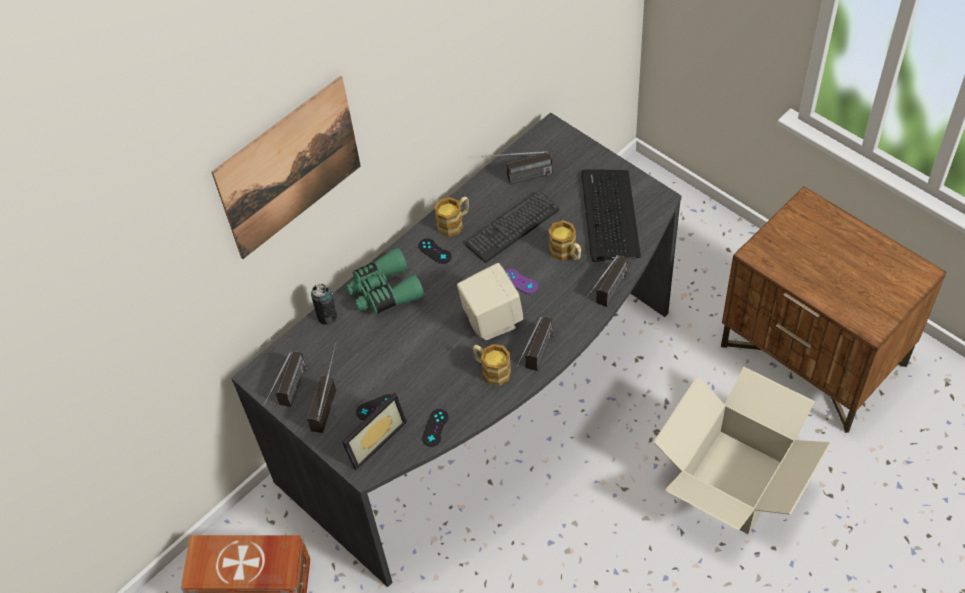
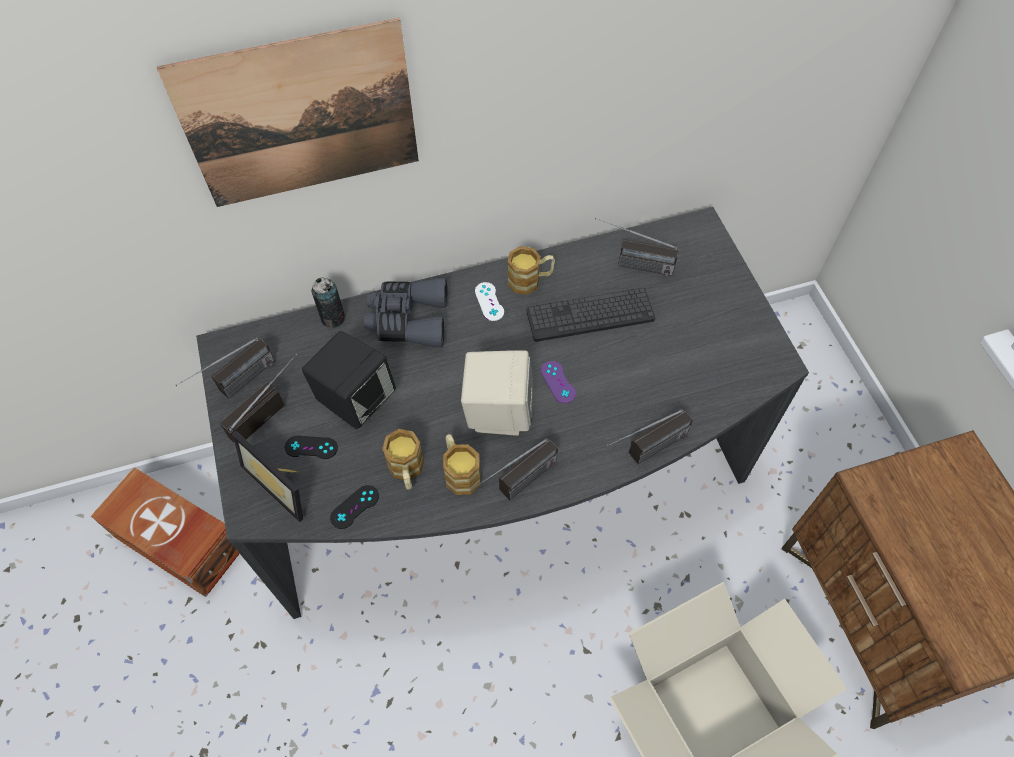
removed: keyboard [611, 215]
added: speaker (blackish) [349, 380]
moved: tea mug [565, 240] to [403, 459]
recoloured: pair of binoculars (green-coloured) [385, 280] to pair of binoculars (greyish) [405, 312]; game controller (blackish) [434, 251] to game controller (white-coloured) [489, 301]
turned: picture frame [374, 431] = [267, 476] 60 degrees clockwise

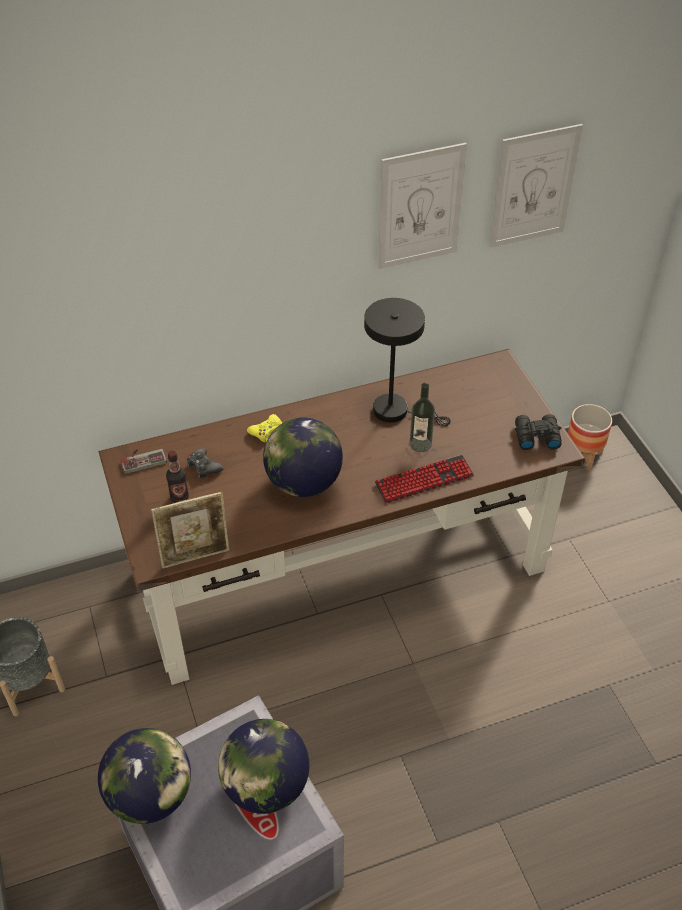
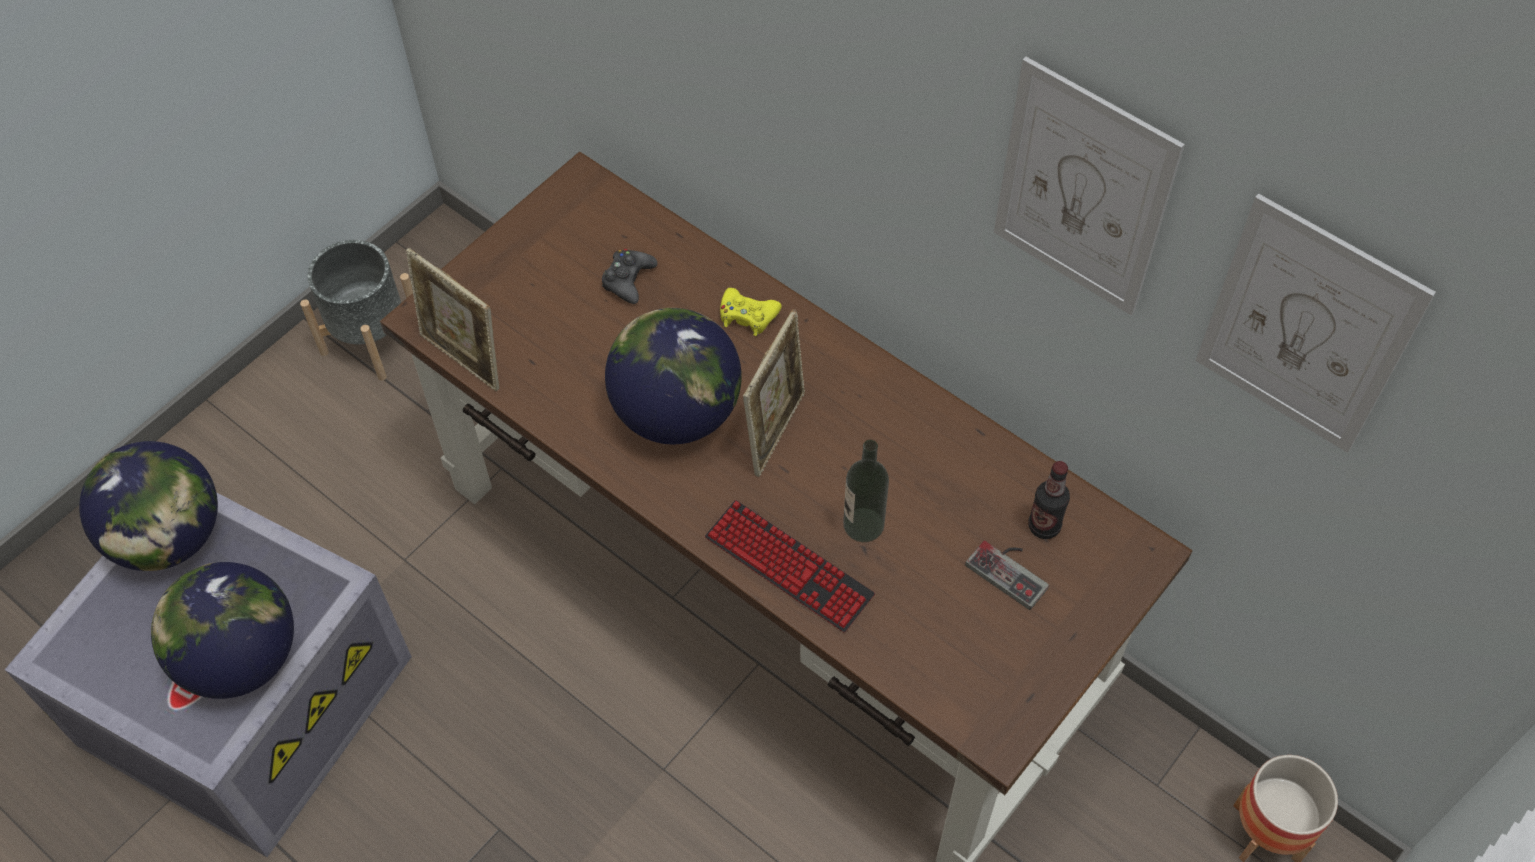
removed: table lamp (blackish) [407, 362]; pair of binoculars (blackish) [538, 432]
added: picture frame [774, 393]
moved: game controller [144, 461] to [1007, 575]; bottle [177, 477] to [1049, 500]

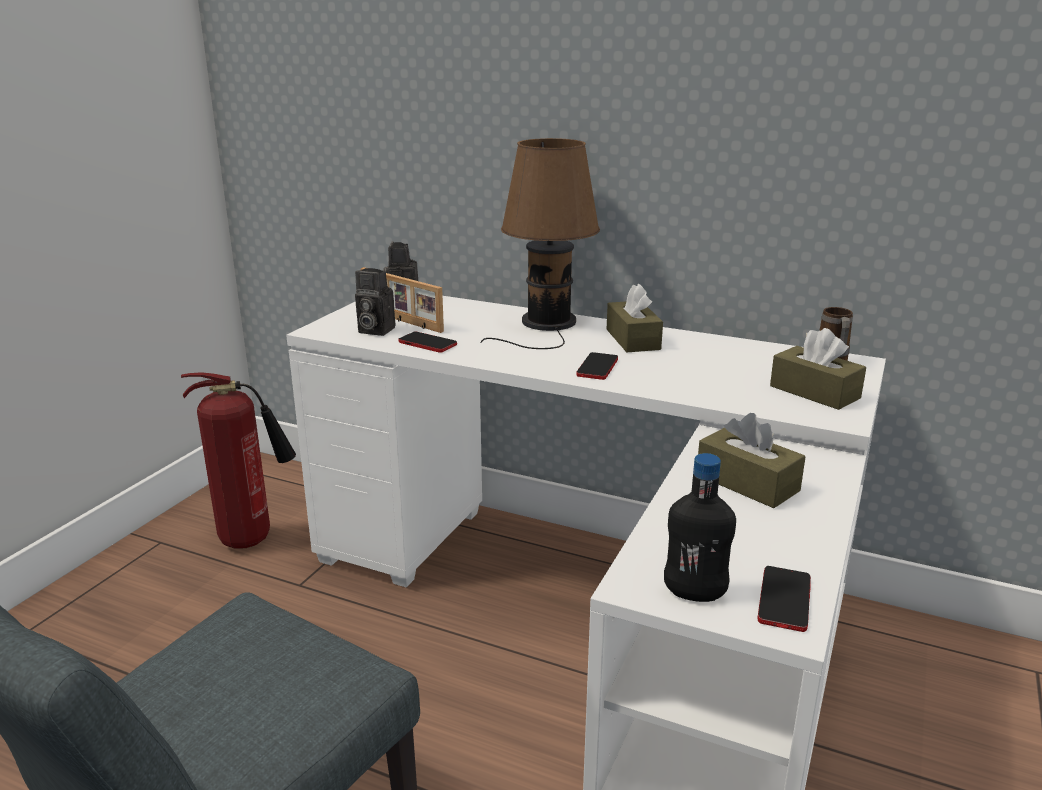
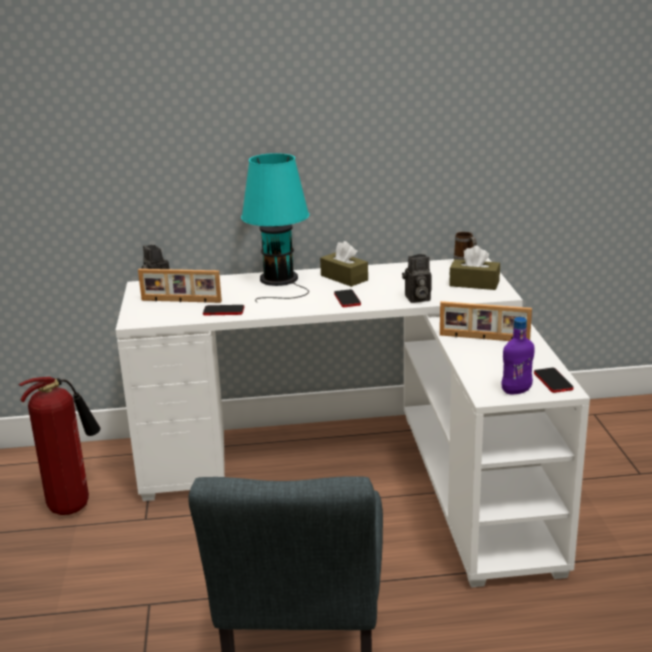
moved: still camera [375, 302] to [417, 278]
replaced: tissue box (brown) [752, 460] to picture frame [486, 321]
recoloured: table lamp (brown) [540, 243] to table lamp (blue-green) [275, 227]; bottle (blackish) [700, 527] to bottle (purplish) [518, 355]

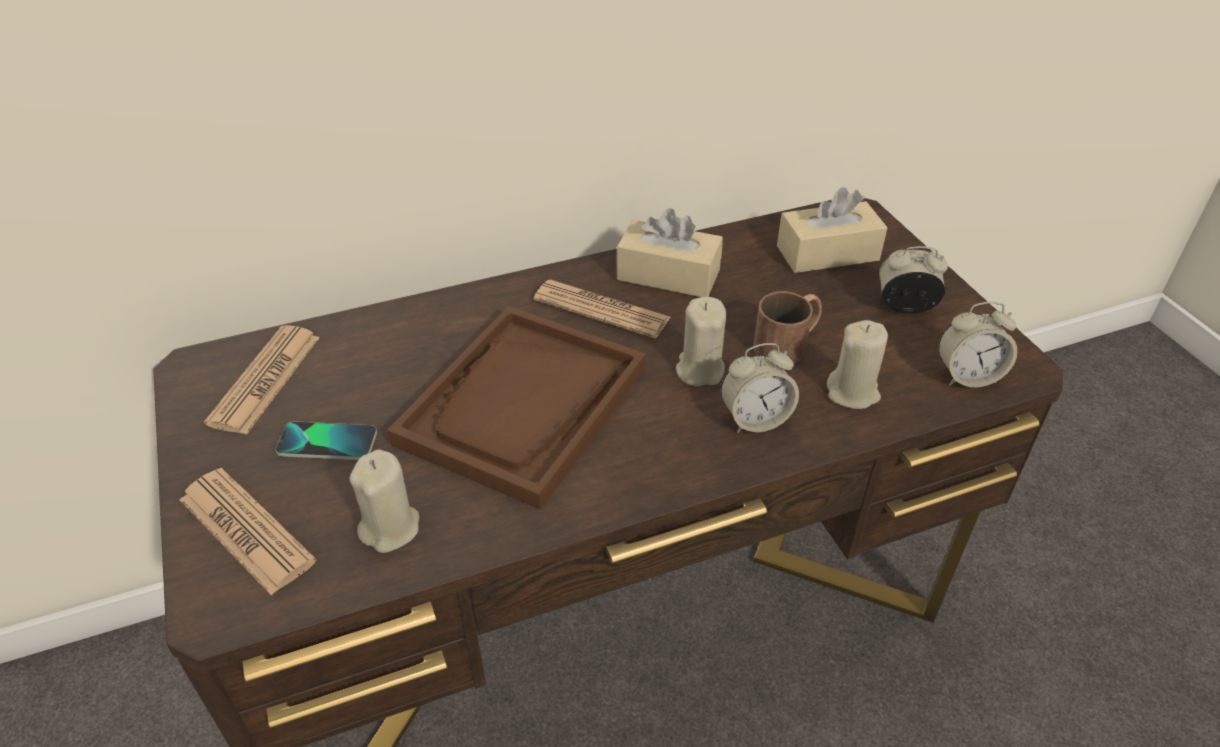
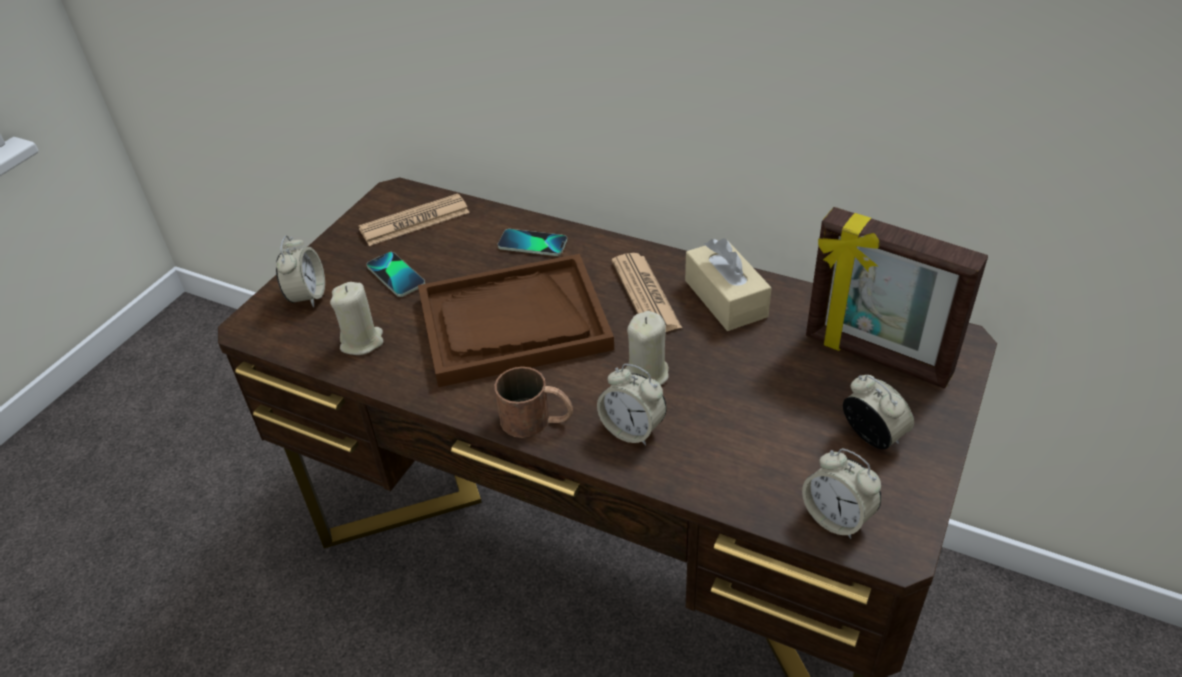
removed: wax candle (beige-coloured) [857, 364]
added: phone [532, 242]
moved: tea mug (brown) [787, 327] to [534, 402]
replaced: printed paper [248, 531] to bedside clock [300, 271]; tissue box (beige-coloured) [832, 230] to picture frame [897, 297]

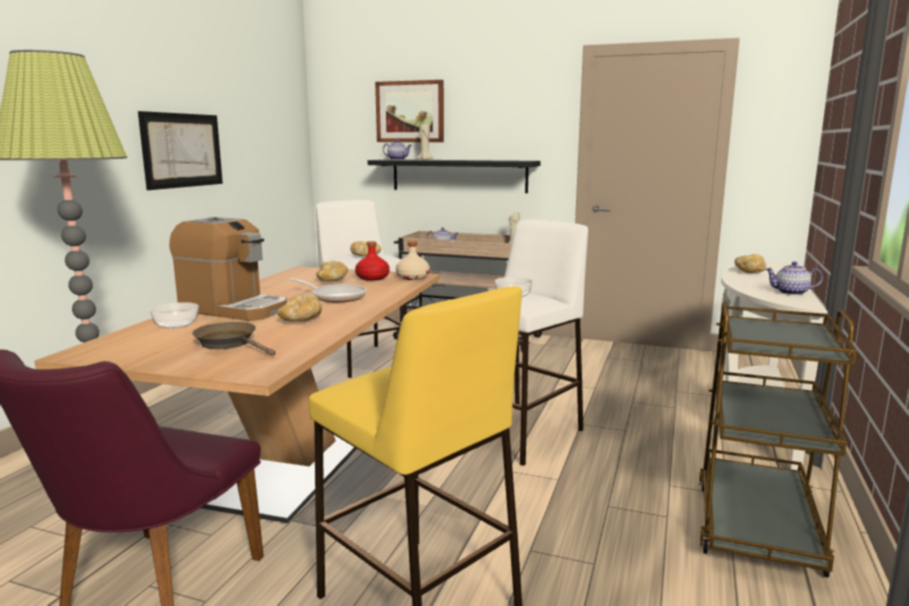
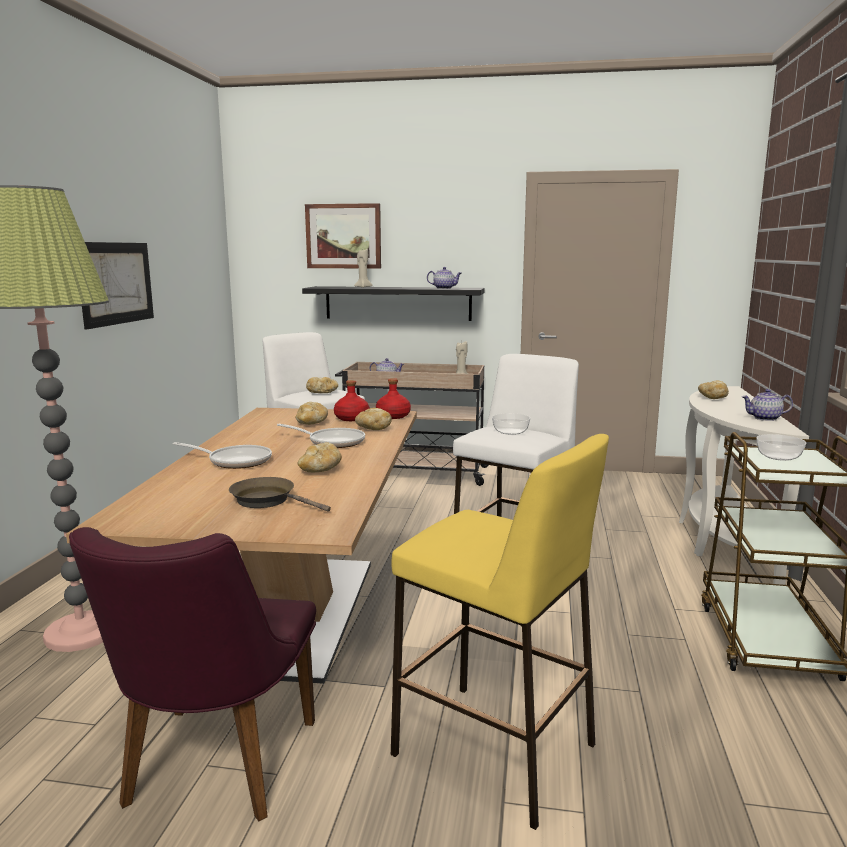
added: bakery bread [373, 419]
moved: serving bowl [174, 315] to [781, 447]; pot for tea [397, 150] to [444, 278]
replaced: coffee brewer [228, 269] to frying pan [222, 455]
recoloured: bottle (beige-coloured) [413, 260] to bottle (red-coloured) [393, 398]

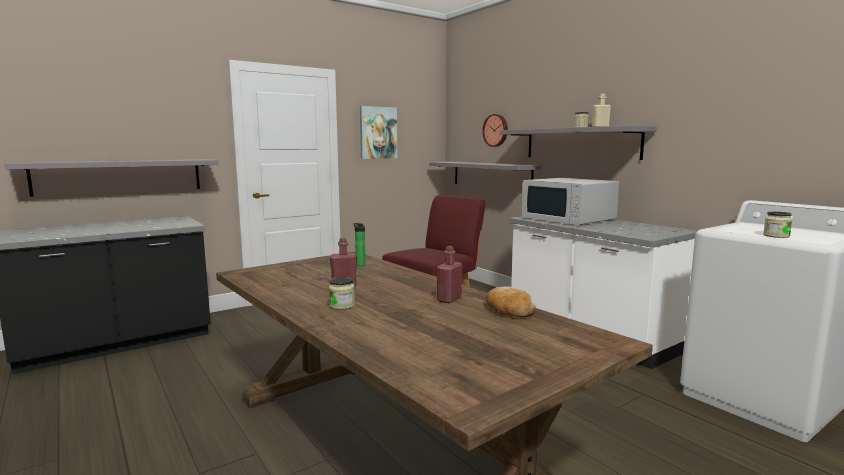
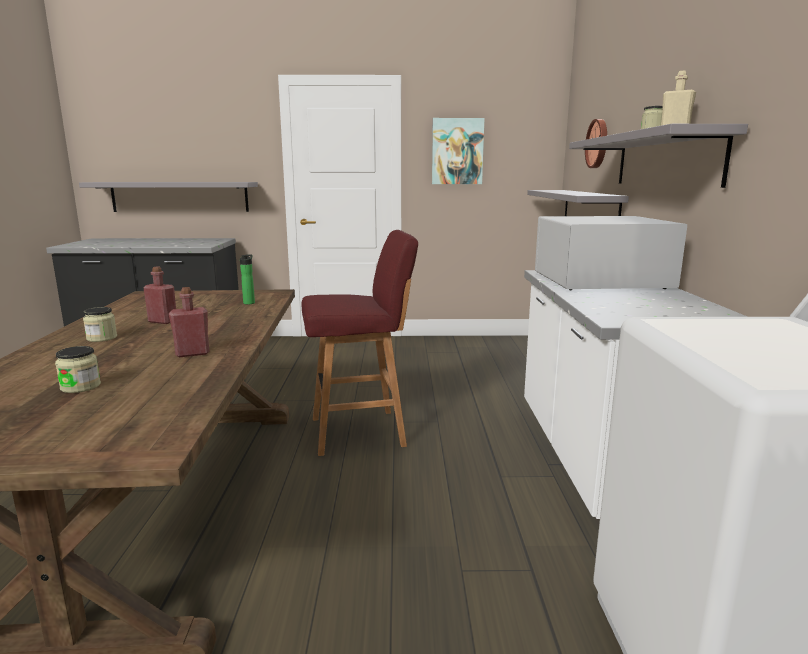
removed: bakery bread [511, 301]
moved: preserve jar [777, 224] to [78, 369]
turned: microwave oven (white-coloured) [570, 201] = [611, 253] 90 degrees clockwise

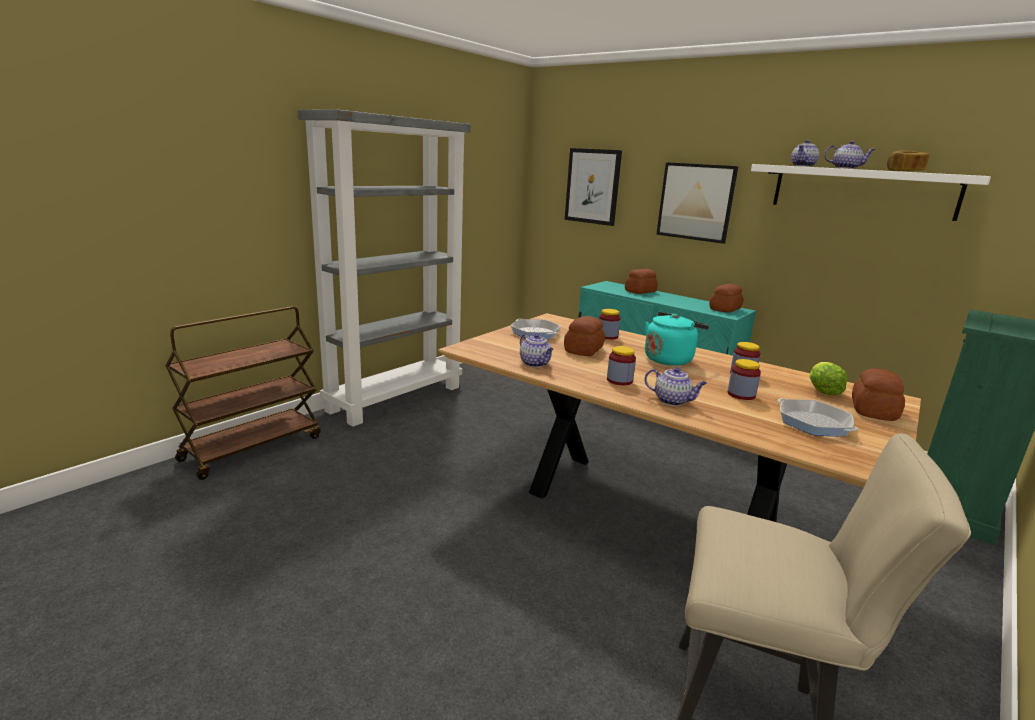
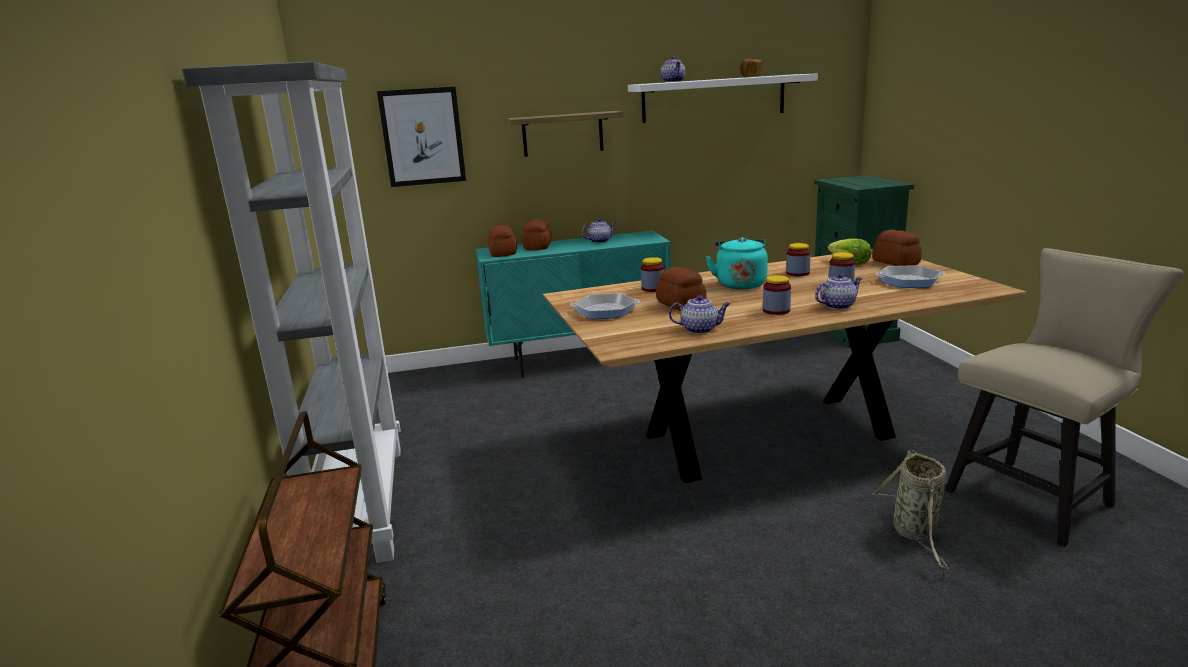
added: household basket [910, 509]
moved: bakery bread [726, 298] to [502, 241]; pot for tea [849, 155] to [599, 230]
replaced: picture [697, 203] to bracket shelf [565, 134]

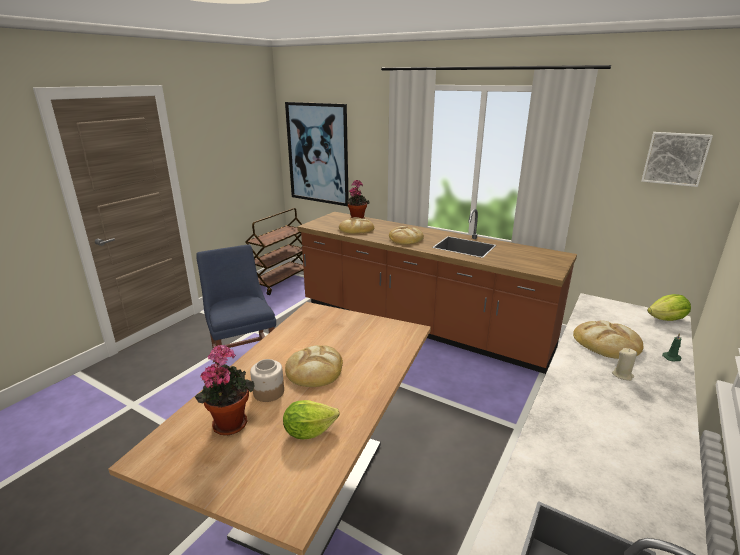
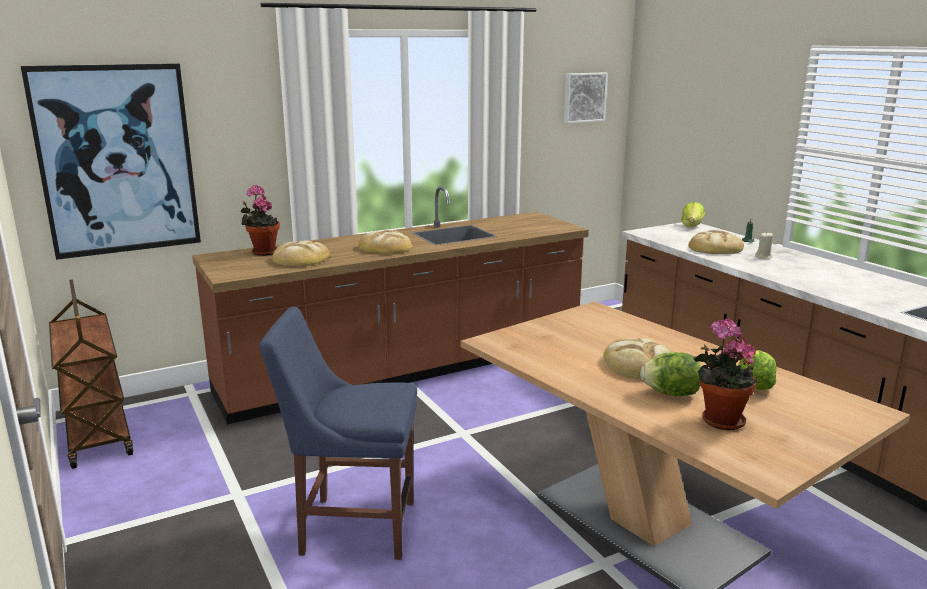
replaced: preserve jar [267, 380] to head of lettuce [670, 374]

